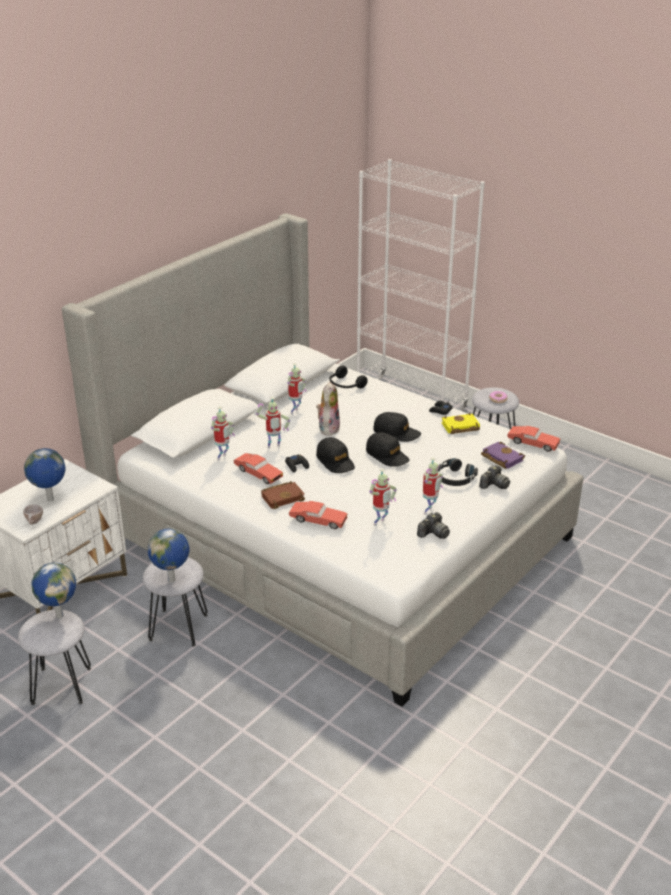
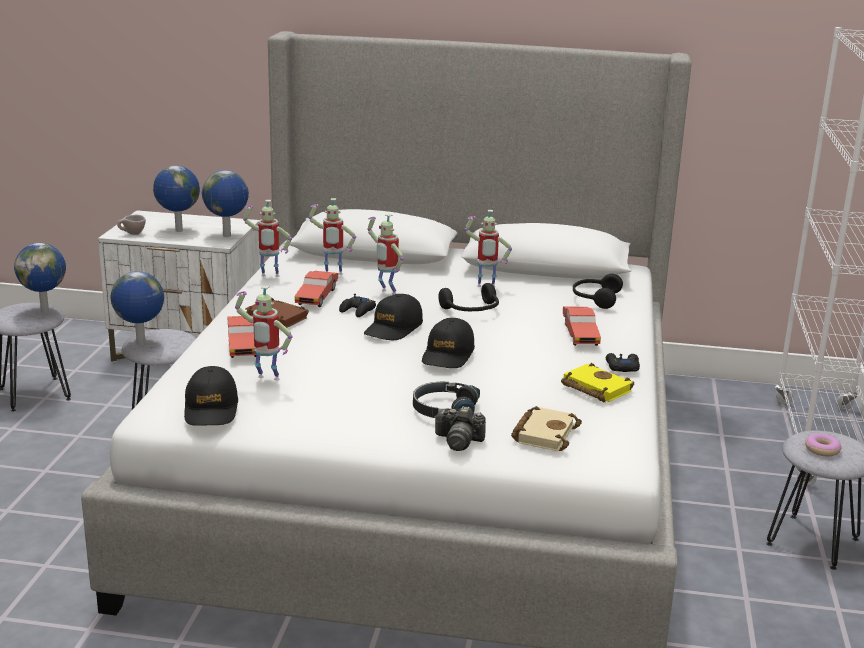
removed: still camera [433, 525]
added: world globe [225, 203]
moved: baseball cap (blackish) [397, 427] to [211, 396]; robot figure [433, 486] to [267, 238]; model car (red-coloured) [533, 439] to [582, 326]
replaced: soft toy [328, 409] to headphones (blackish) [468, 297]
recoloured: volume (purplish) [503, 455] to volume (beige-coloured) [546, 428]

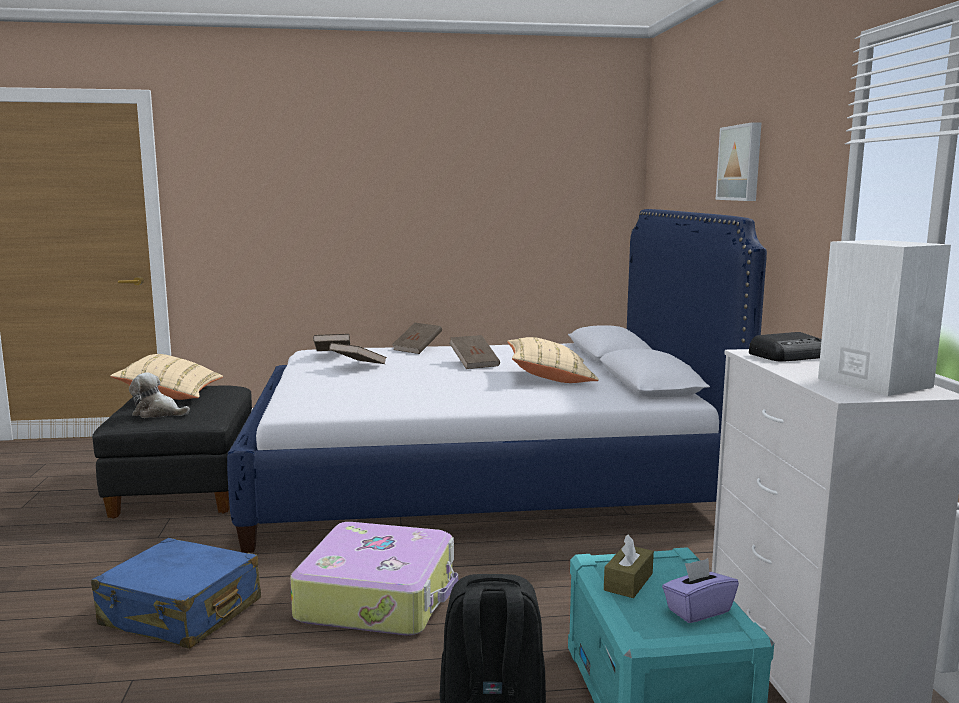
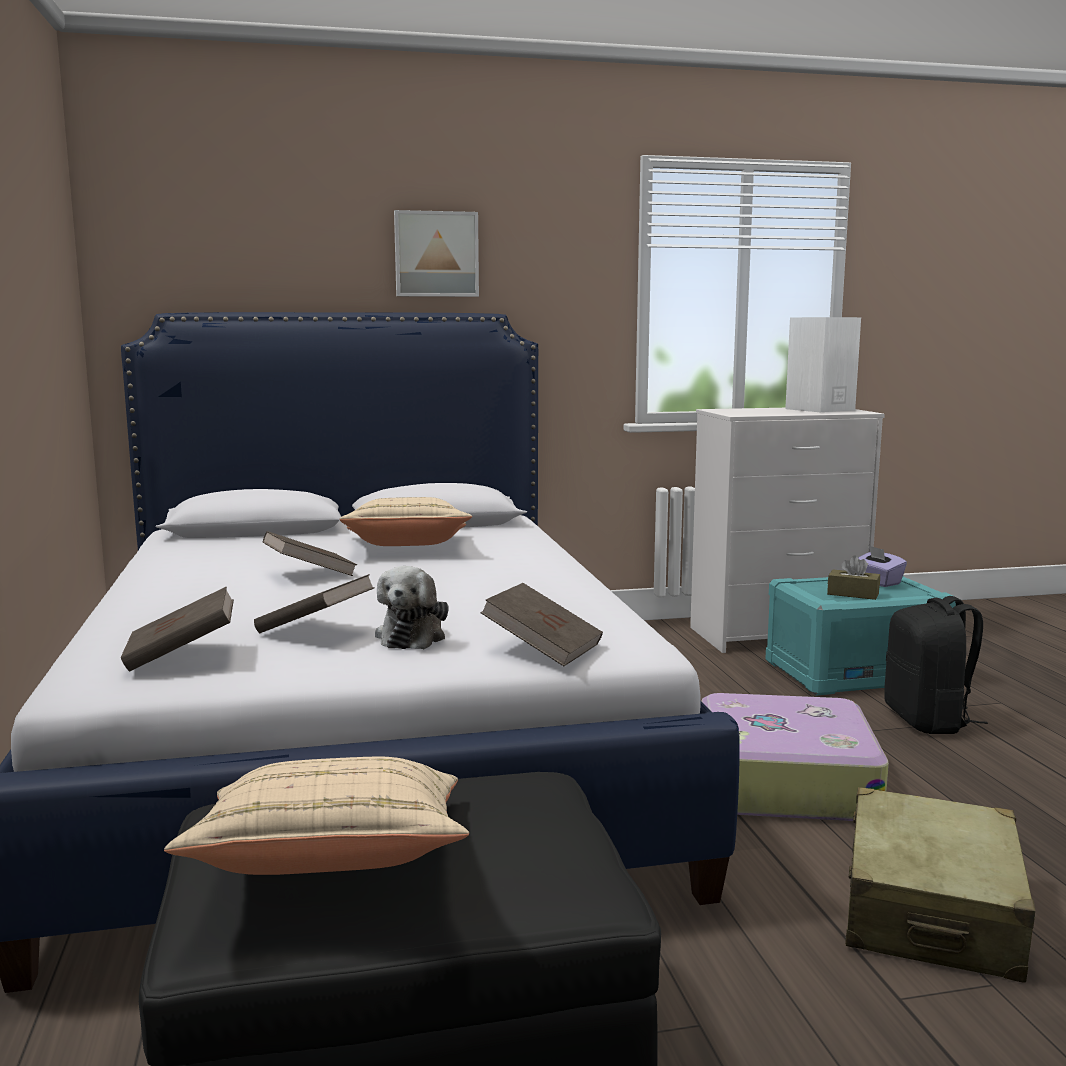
removed: radio receiver [785, 347]
moved: soft toy [159, 395] to [412, 607]; volume (brown) [417, 338] to [541, 624]
recoloured: piece of luggage (bluish) [176, 593] to piece of luggage (beige-coloured) [940, 885]

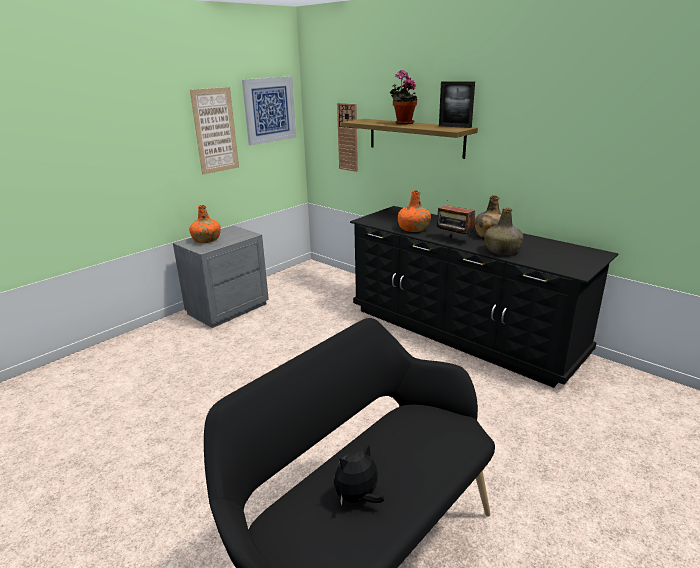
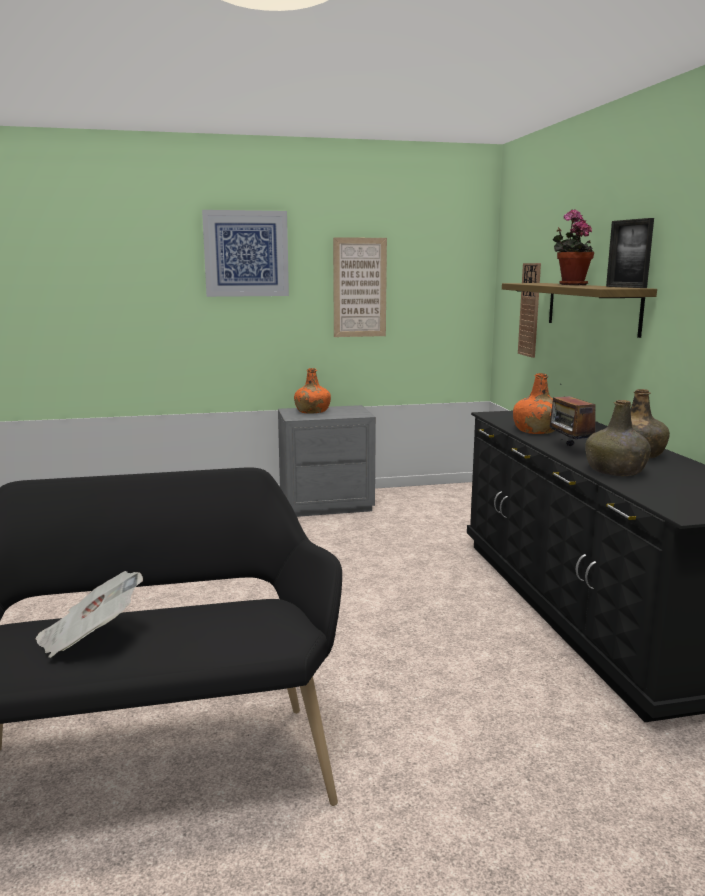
moved: picture [269, 110] to [245, 253]
replaced: soft toy [359, 475] to printed paper [89, 614]

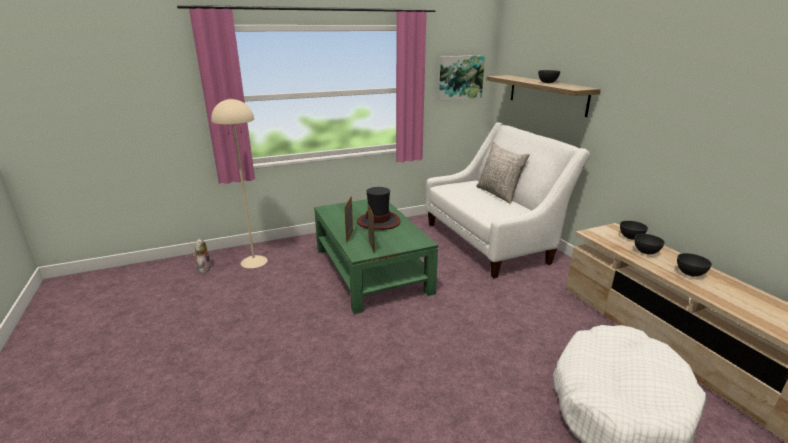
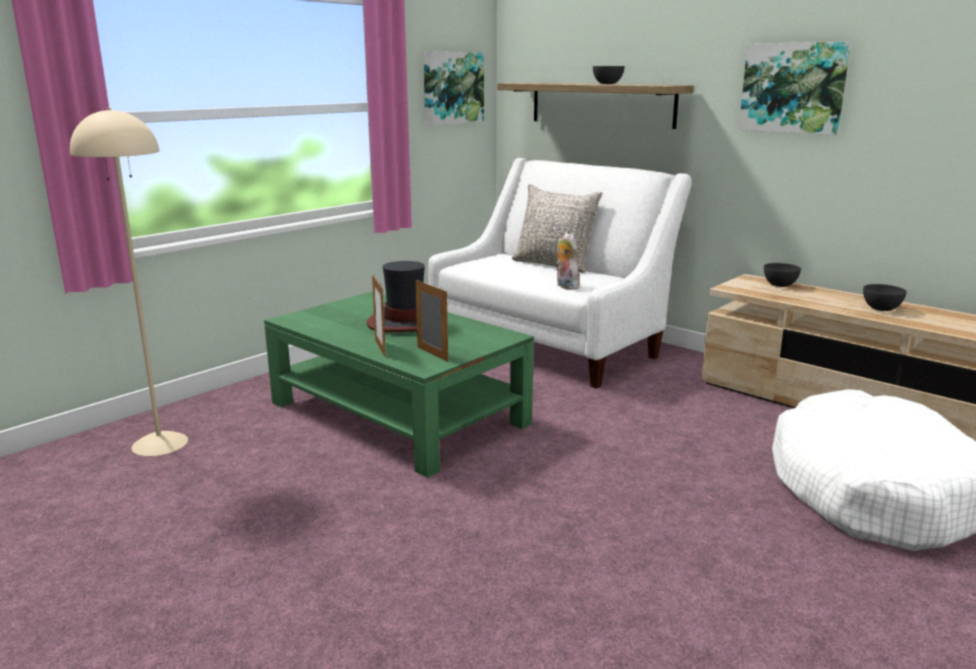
removed: serving bowl (greyish) [649, 244]
added: picture [795, 88]
moved: soft toy [202, 256] to [568, 261]

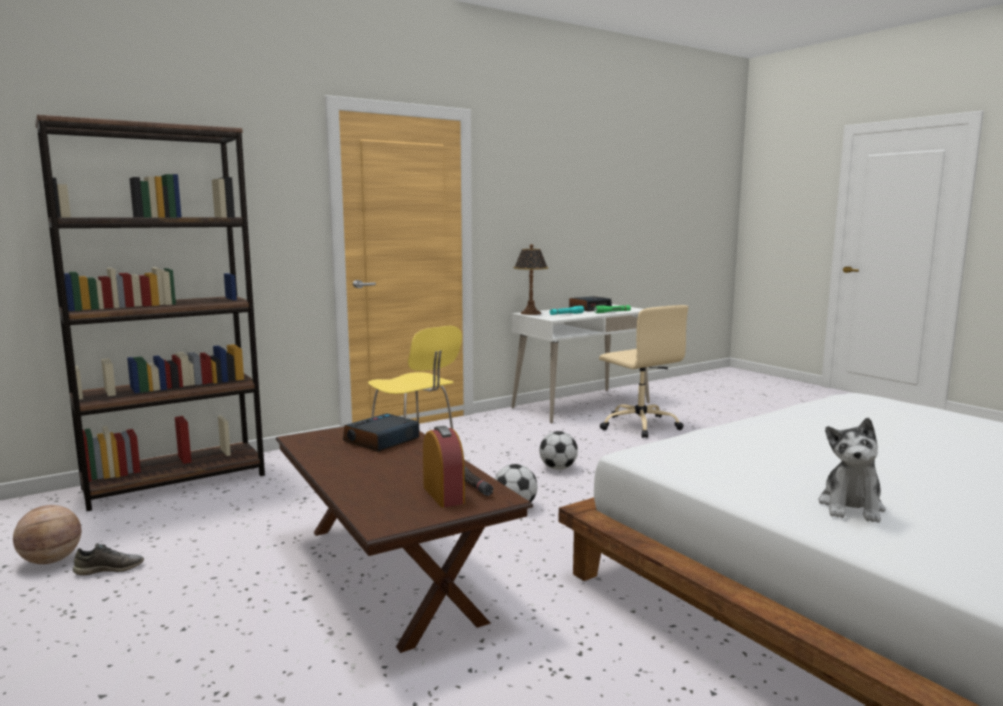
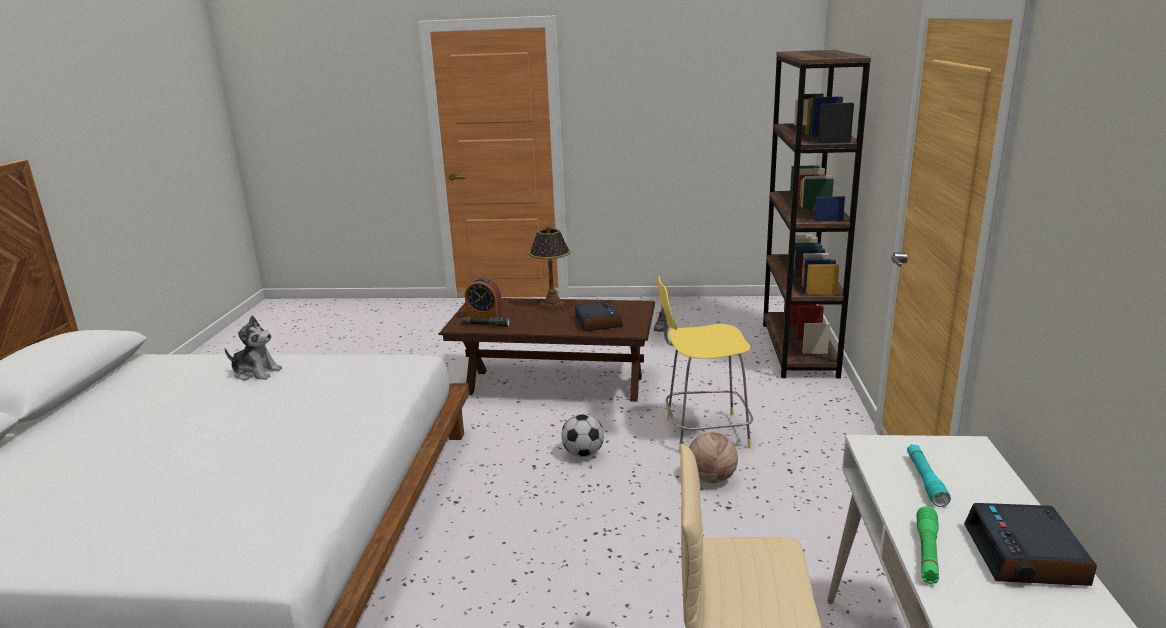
removed: ball for football [558, 450]
moved: basketball ball [47, 534] to [713, 457]; table lamp [531, 279] to [550, 266]
turned: soft toy [852, 470] = [253, 348] 135 degrees clockwise

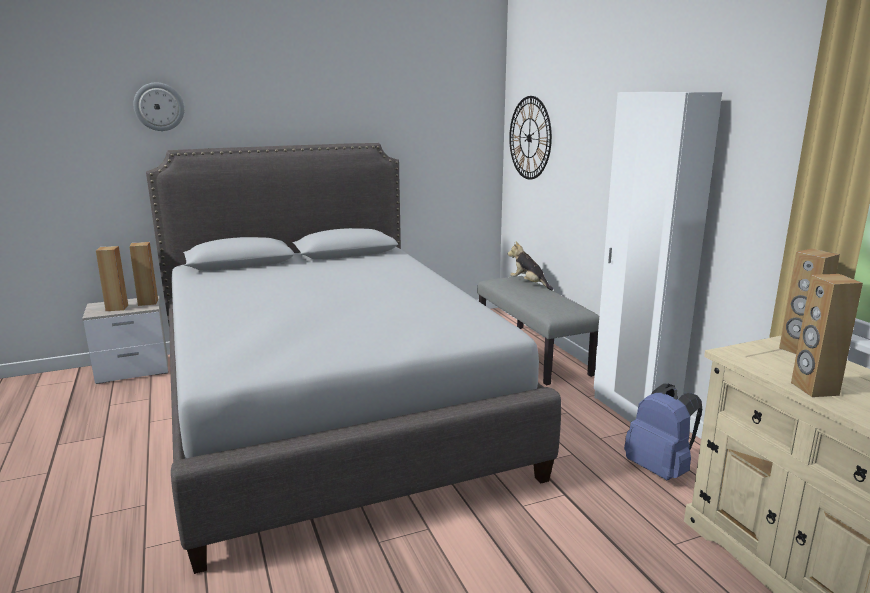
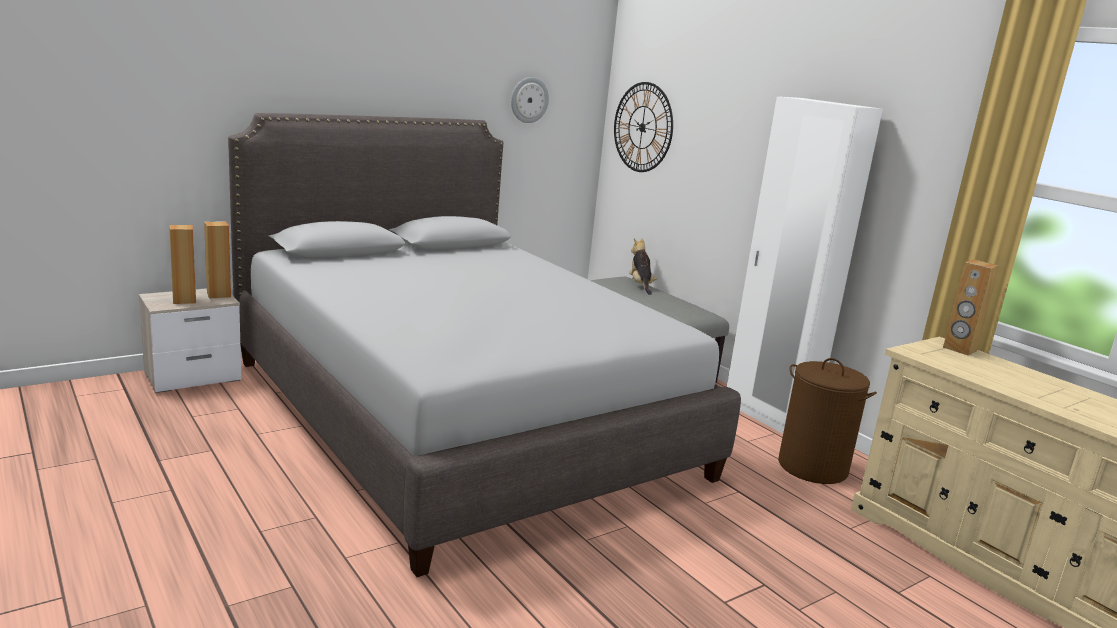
removed: speaker (brown) [827, 335]
moved: wall clock [158, 106] to [530, 100]
replaced: backpack (bluish) [663, 432] to hamper (brown) [827, 421]
turned: soft toy [530, 265] = [643, 266] 45 degrees clockwise

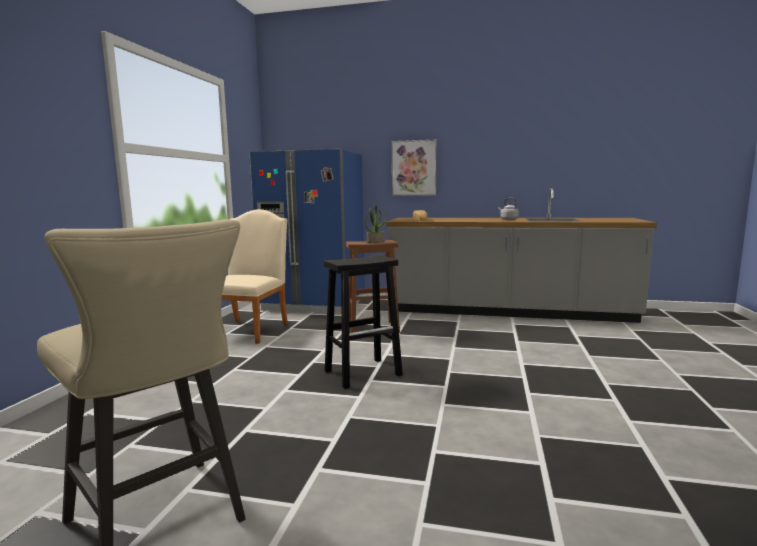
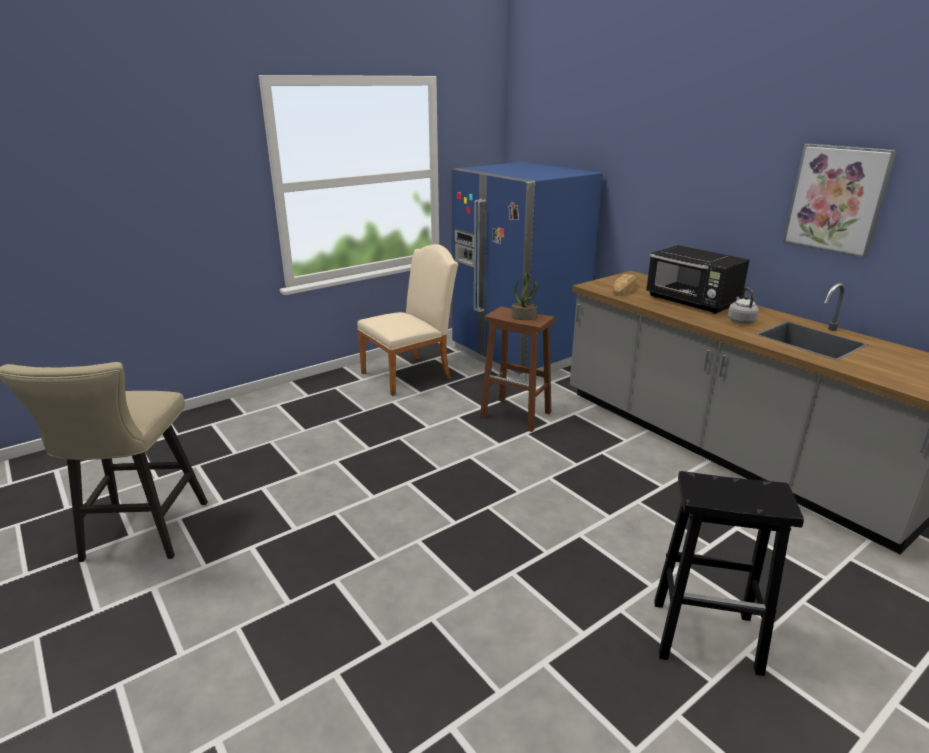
added: microwave oven (blackish) [698, 279]
moved: stool seat (blackish) [363, 322] to [729, 573]; picture [414, 168] to [840, 201]

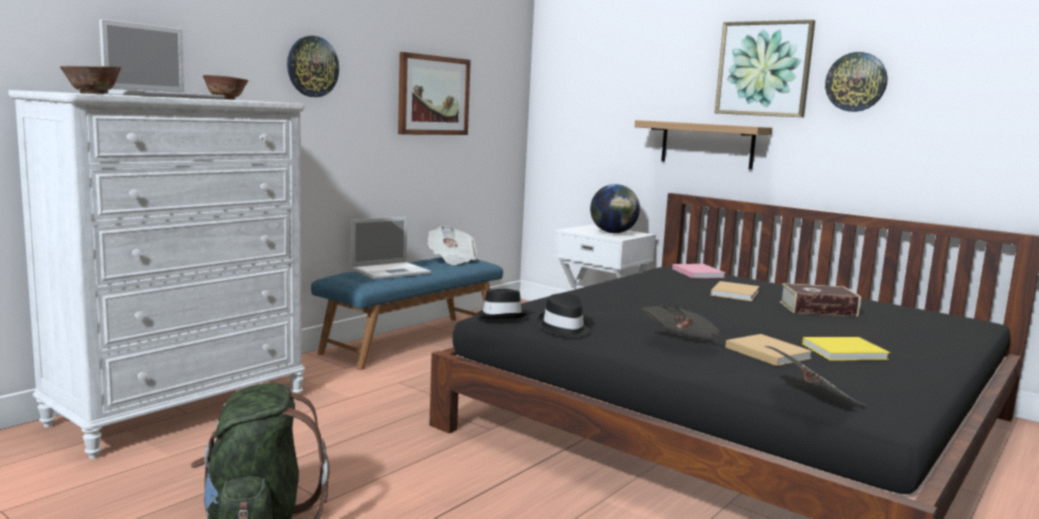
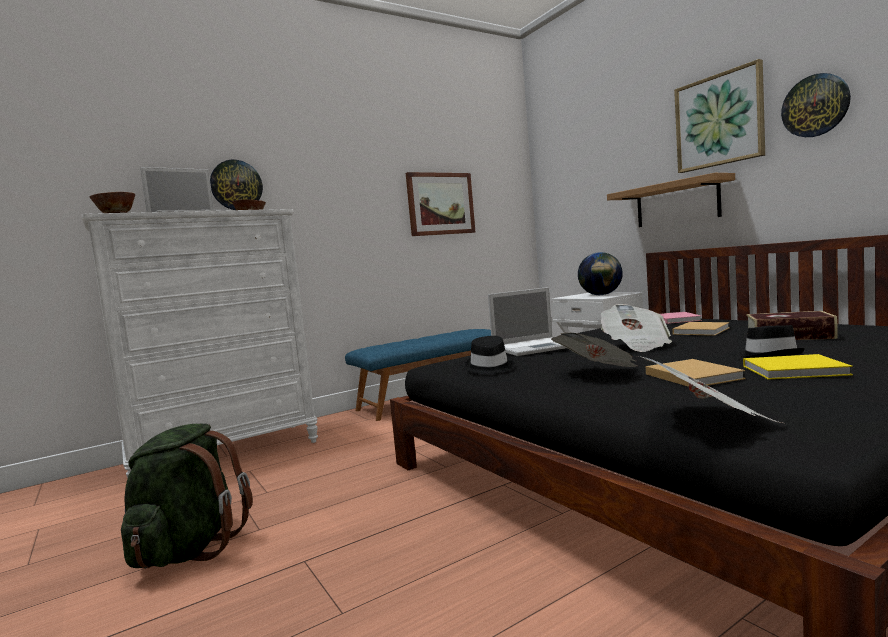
moved: wall clock [313, 66] to [236, 185]; notebook computer [391, 248] to [527, 321]; printed paper [451, 245] to [636, 328]; hat (blackish) [501, 304] to [771, 341]

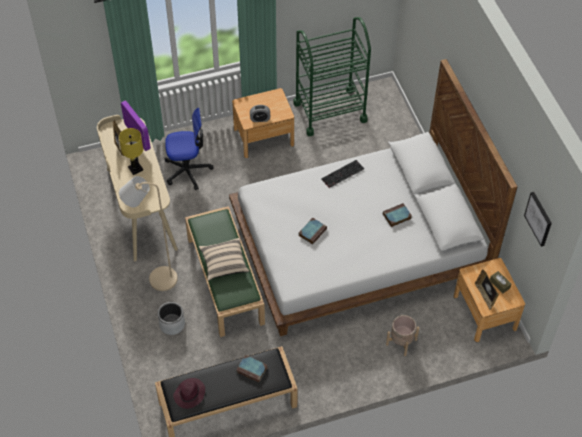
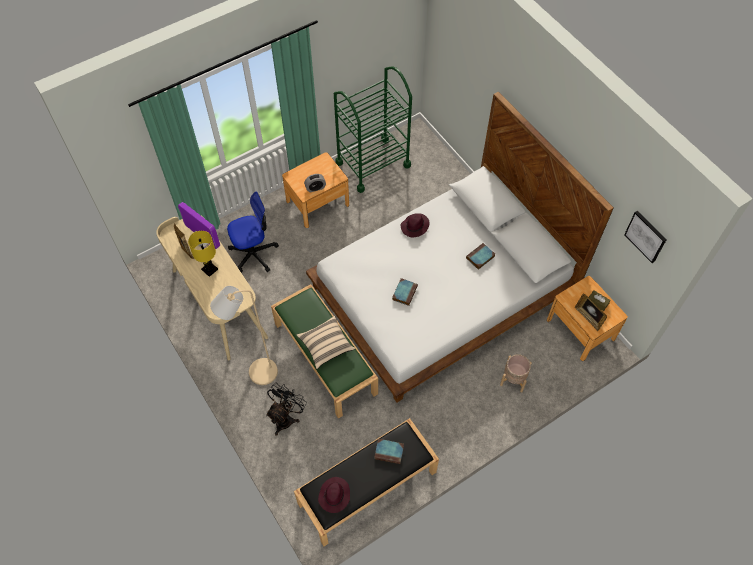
replaced: flower pot (greyish) [171, 318] to fan (blackish) [286, 409]; keyboard [342, 174] to hat (purplish) [415, 225]

